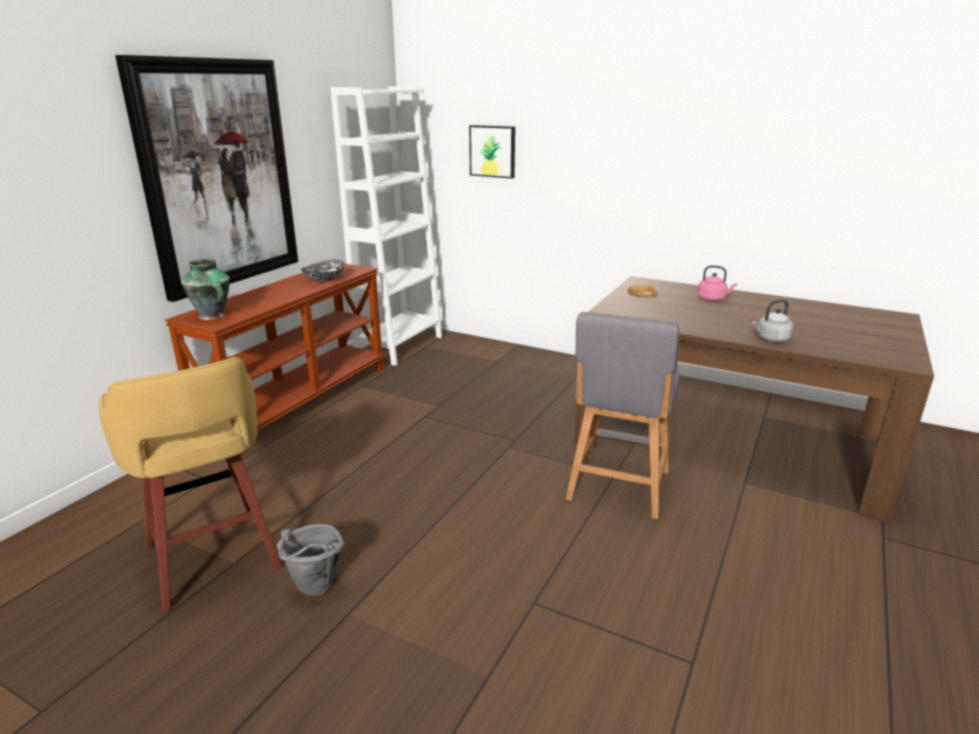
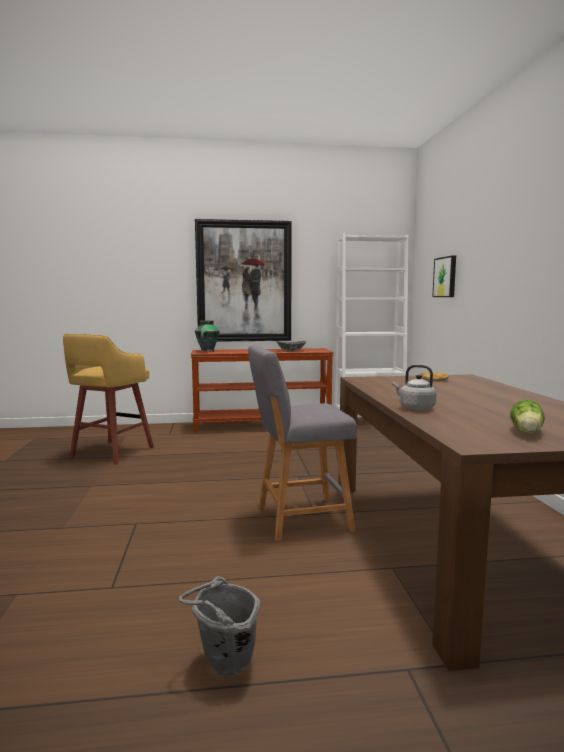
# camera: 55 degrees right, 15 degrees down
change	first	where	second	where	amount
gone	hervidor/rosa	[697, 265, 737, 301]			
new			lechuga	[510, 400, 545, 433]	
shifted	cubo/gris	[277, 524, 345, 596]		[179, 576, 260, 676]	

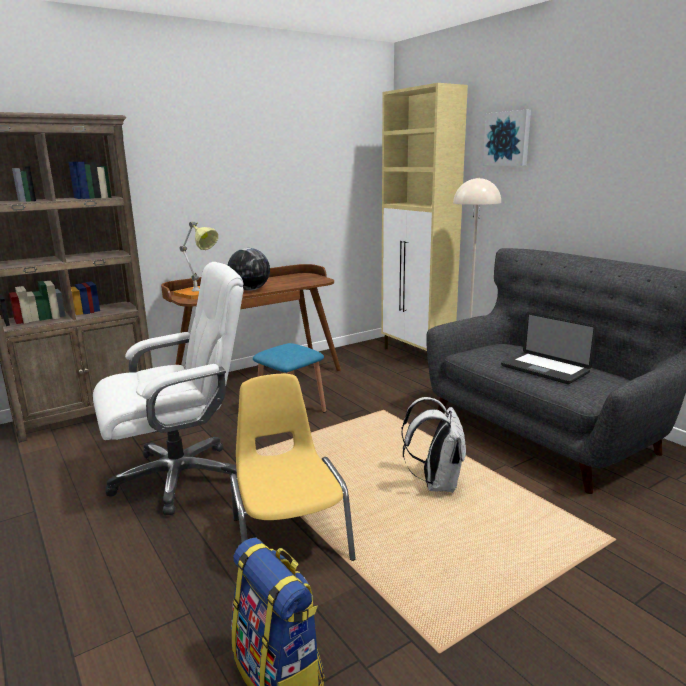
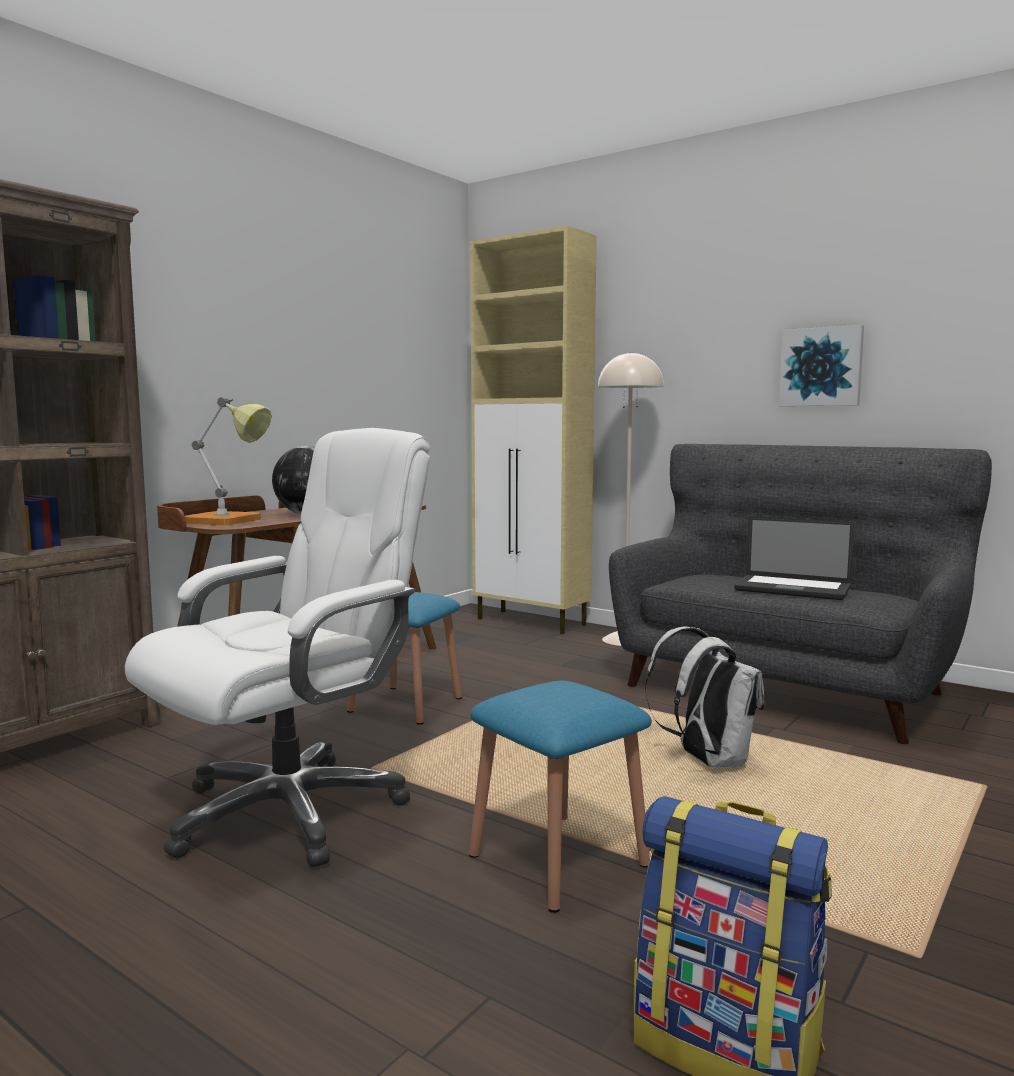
# camera: 20 degrees left, 10 degrees down
change	first	where	second	where	amount
shifted	cuadro	[483, 110, 531, 166]		[779, 325, 864, 406]	
swapped	silla/amarillo	[230, 374, 356, 561]	taburete/azul	[469, 681, 652, 913]	

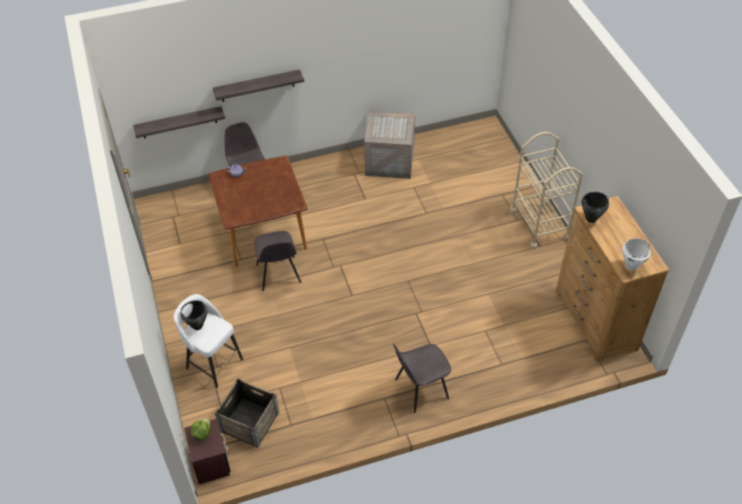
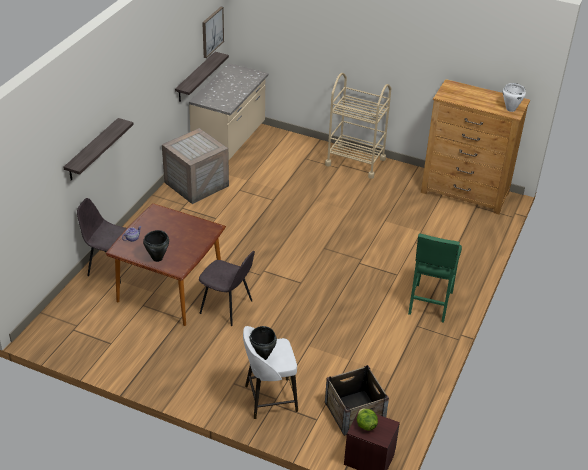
# camera: 50 degrees left, 10 degrees down
change	first	where	second	where	amount
new			mueble bajo de cocina/beis	[189, 63, 268, 160]	
new			cuadro	[202, 7, 224, 58]	
shifted	estante	[133, 106, 225, 138]		[175, 52, 229, 102]	
shifted	olla/negro	[582, 192, 609, 223]		[143, 230, 169, 262]	
swapped	silla/gris	[393, 344, 451, 413]	taburete/verde	[408, 233, 462, 323]	

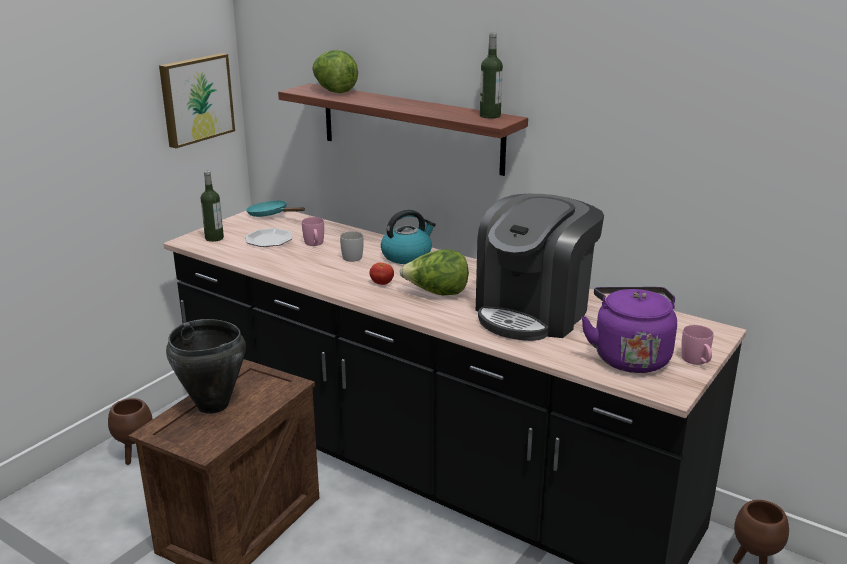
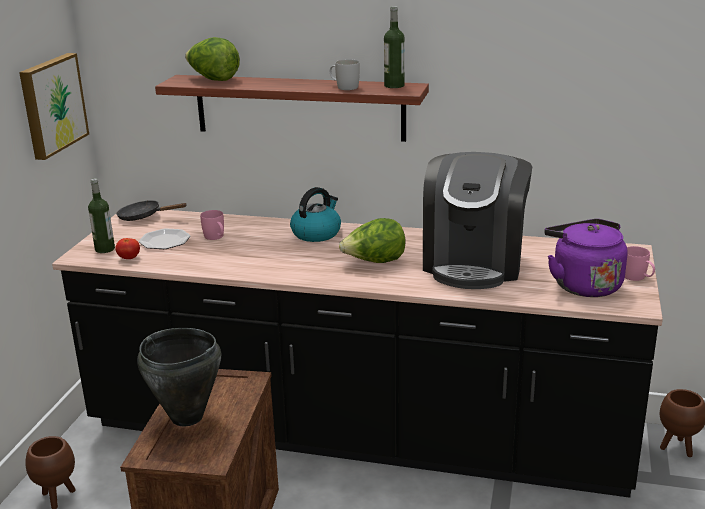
# camera: 20 degrees left, 0 degrees up
change	first	where	second	where	amount
shifted	taza grande/blanco	[340, 231, 363, 262]		[330, 59, 360, 90]	
shifted	tomate	[369, 263, 394, 285]		[115, 238, 140, 259]	
repainted	sartén/turquesa	[246, 200, 305, 217]	sartén/negro	[116, 200, 187, 221]	

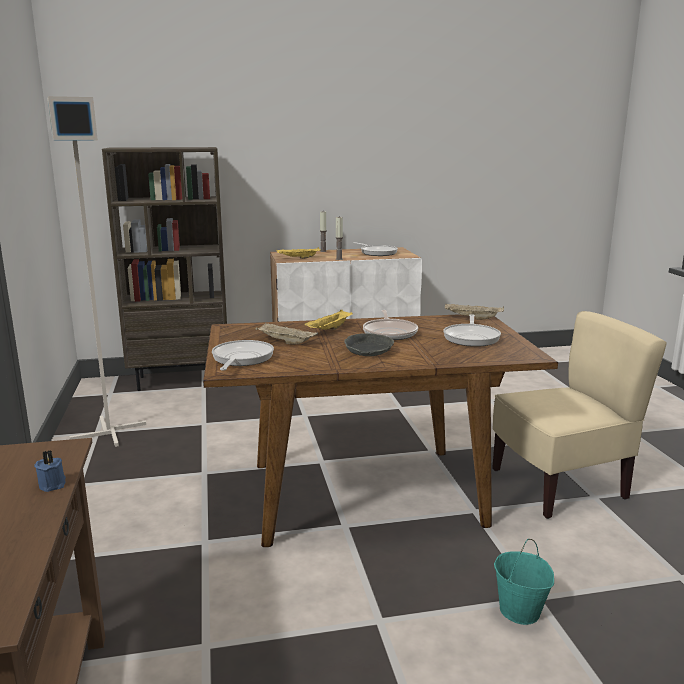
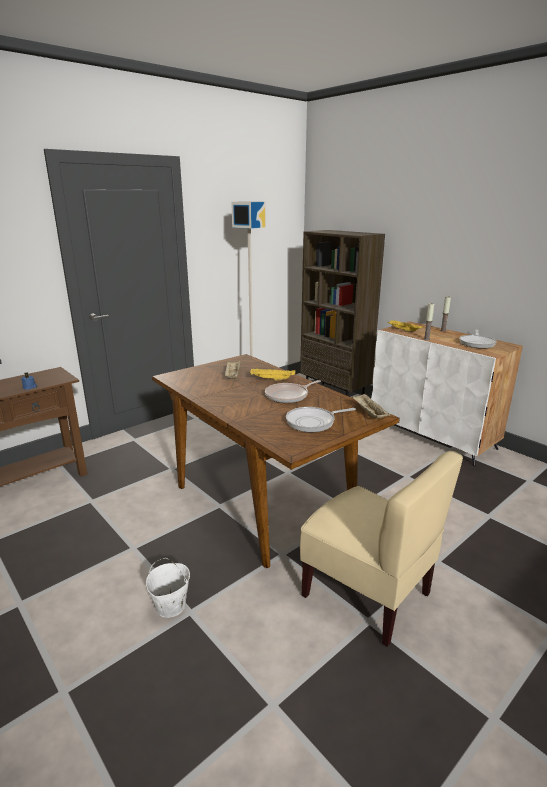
# camera: 60 degrees right, 5 degrees up
change	first	where	second	where	amount
gone	sartén	[212, 340, 274, 371]			
gone	cuenco/gris	[344, 333, 394, 356]			
repainted	cubo/turquesa	[494, 539, 554, 625]	cubo/blanco	[146, 558, 190, 618]	

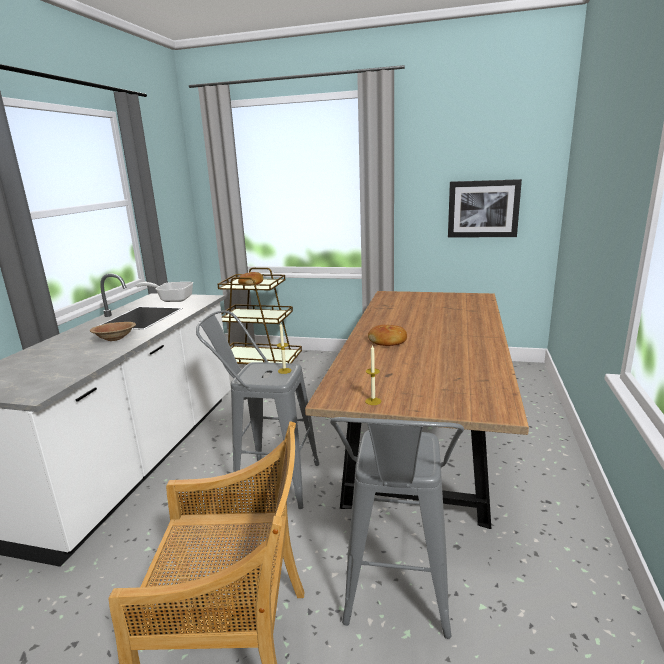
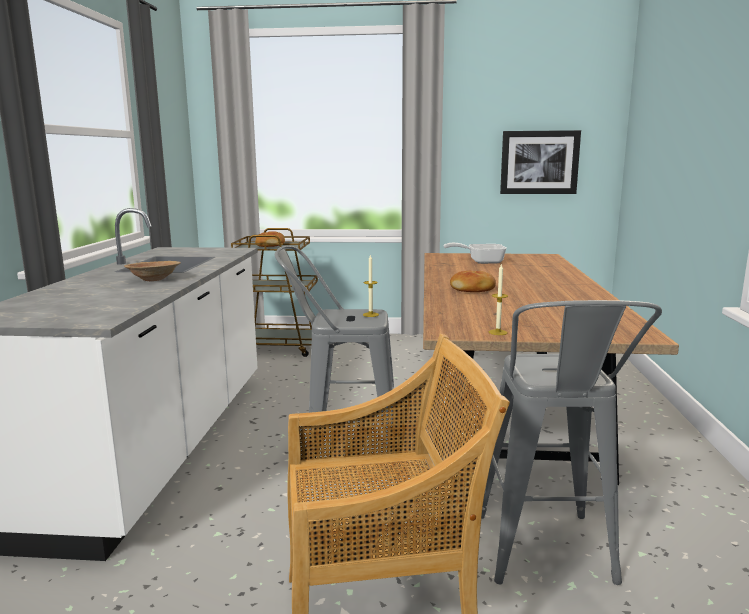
# camera: 10 degrees left, 5 degrees down
change	first	where	second	where	amount
shifted	sartén	[136, 282, 193, 302]		[444, 243, 507, 264]	

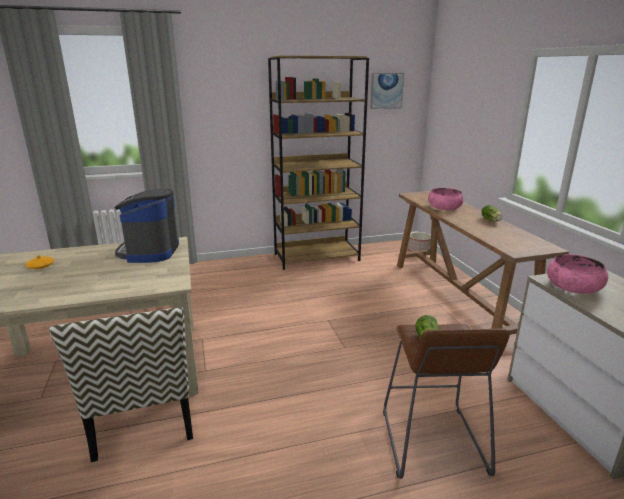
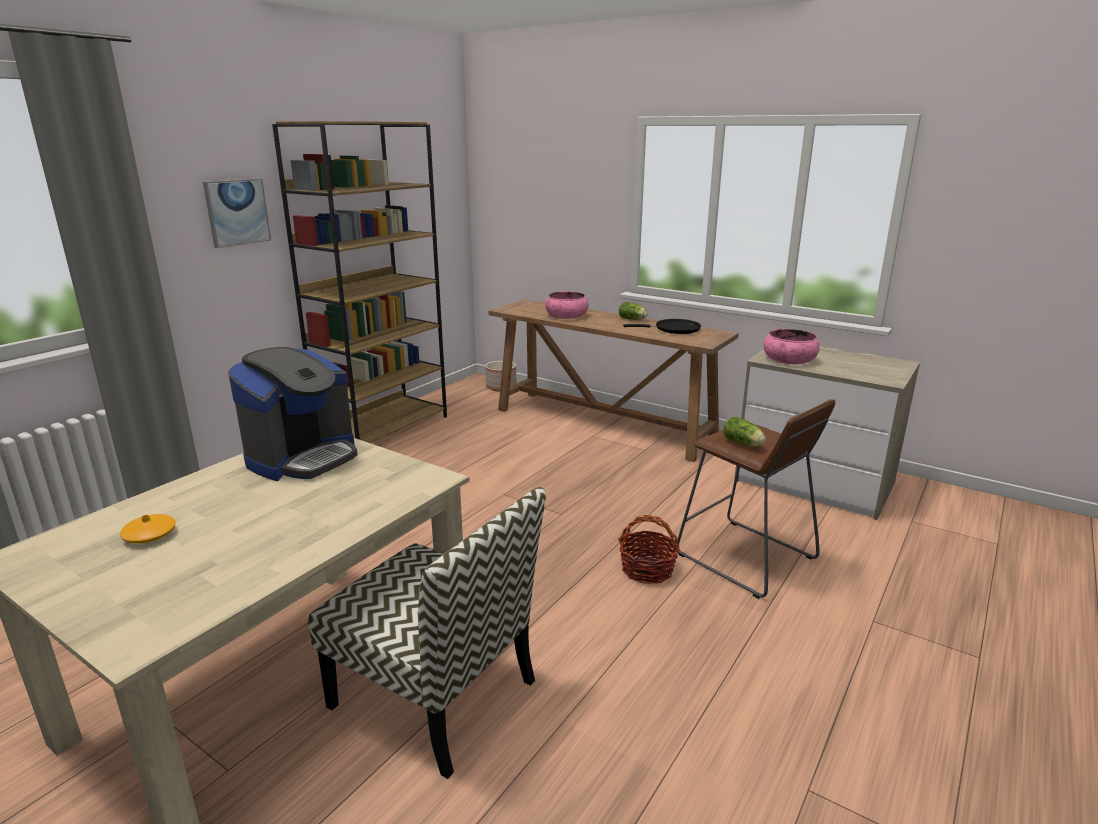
# camera: 40 degrees left, 0 degrees up
change	first	where	second	where	amount
new			cesta	[618, 515, 680, 584]	
new			sartén/negro	[623, 319, 701, 334]	
shifted	cuadro	[370, 73, 404, 109]		[203, 178, 271, 248]	
rotated	cafetera	[114, 189, 179, 263]		[228, 347, 358, 481]	105 degrees counterclockwise

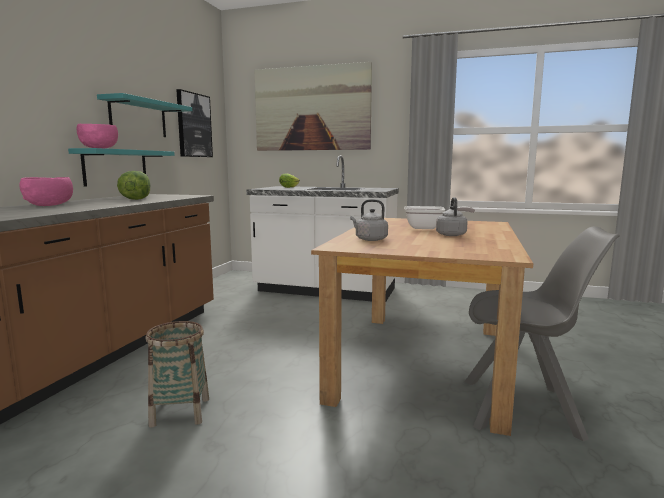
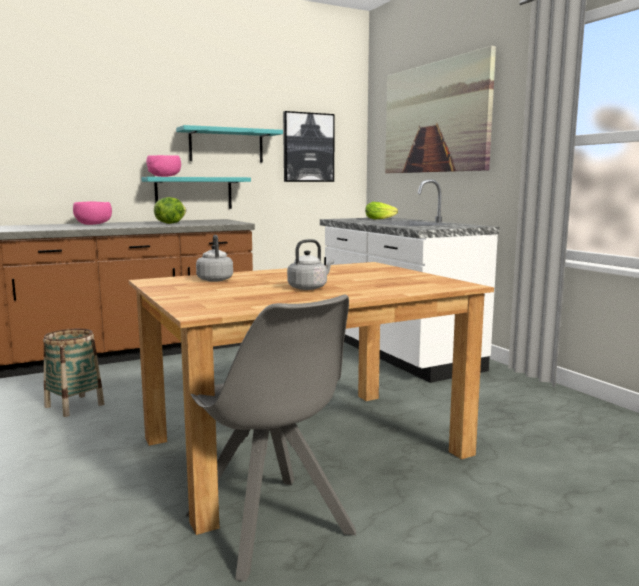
# camera: 45 degrees right, 0 degrees up
change	first	where	second	where	amount
gone	sartén	[404, 206, 475, 229]			

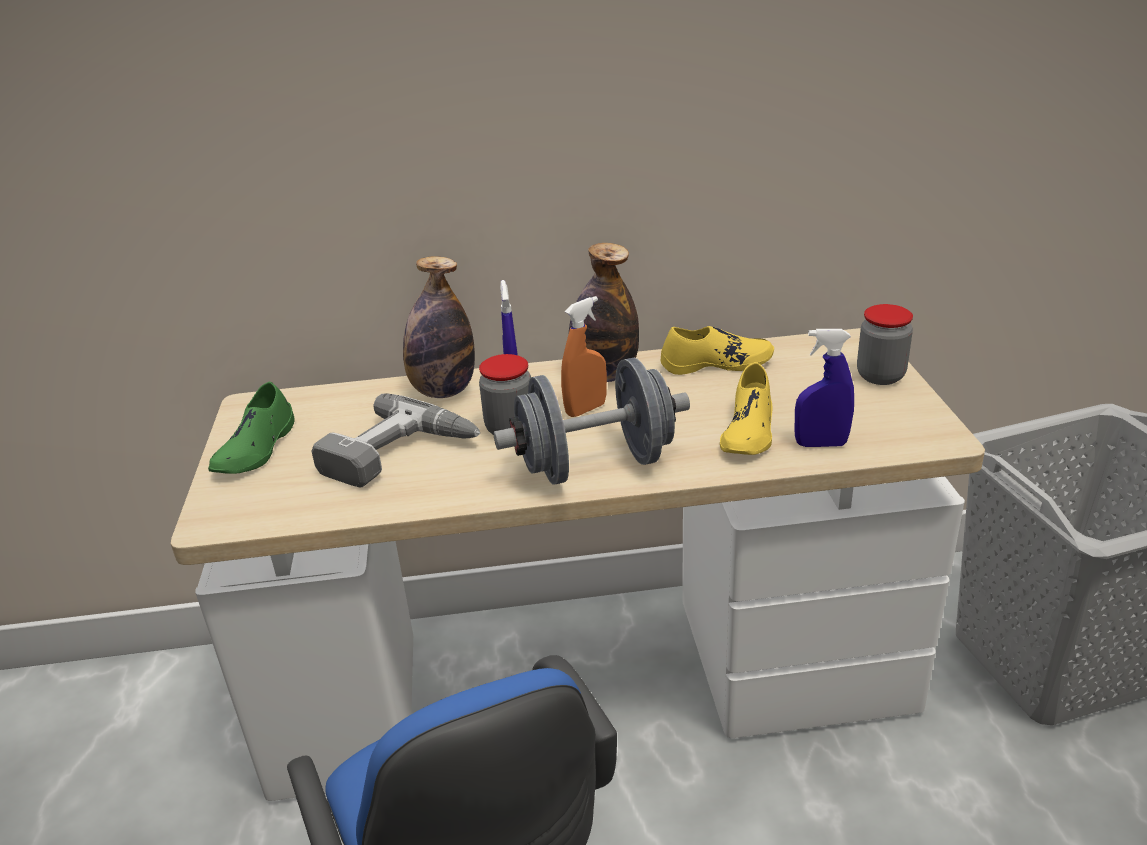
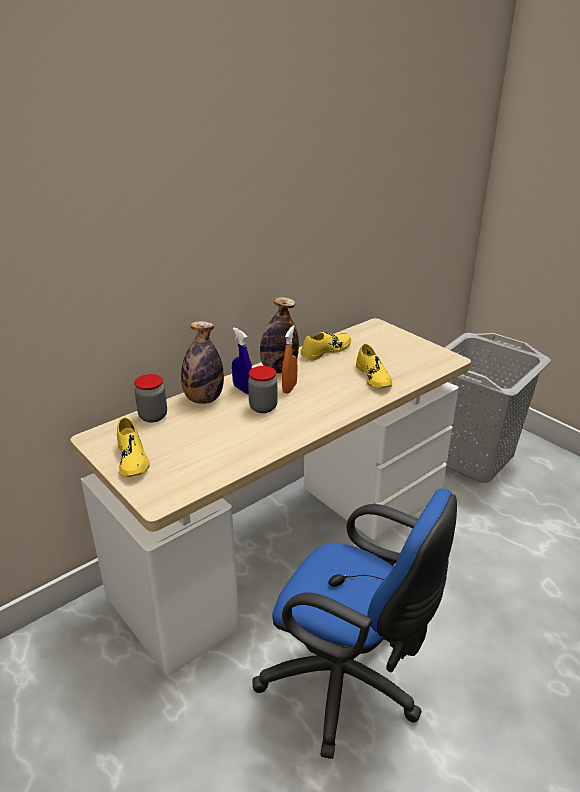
# camera: 35 degrees left, 0 degrees up
change	first	where	second	where	amount
gone	taladro	[311, 394, 480, 487]			
gone	mancuerna/gris	[494, 357, 690, 485]			
gone	pulverizador/azul	[795, 329, 854, 447]			
shifted	tarro	[857, 304, 913, 385]		[134, 374, 167, 422]	
repainted	zapato/verde	[208, 382, 294, 474]	zapato/amarillo	[117, 417, 150, 477]	

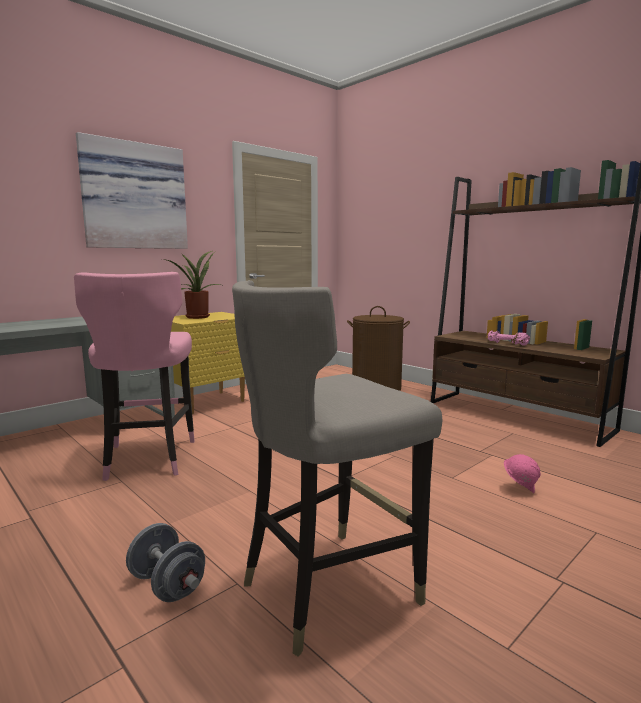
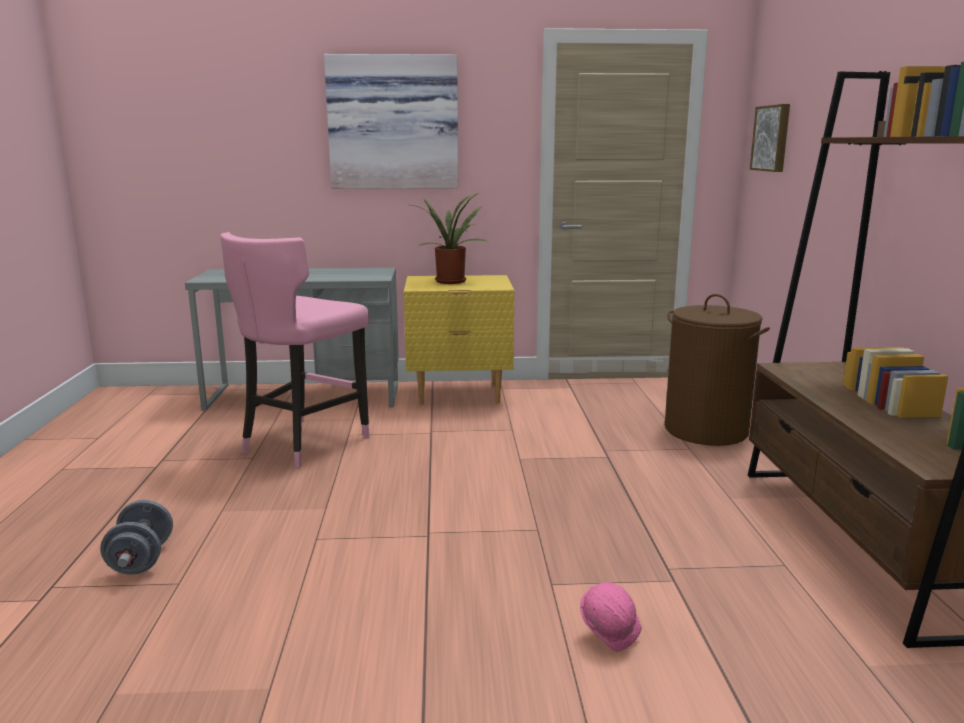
# camera: 40 degrees right, 5 degrees up
change	first	where	second	where	amount
gone	taburete/gris	[232, 280, 442, 657]			
gone	mancuerna/rosa	[488, 330, 530, 346]			
new			cuadro	[750, 104, 790, 172]	

